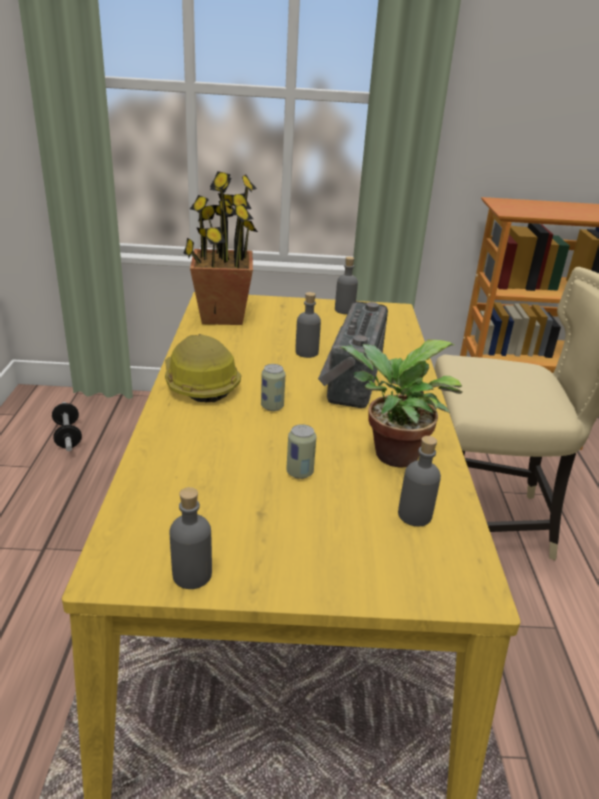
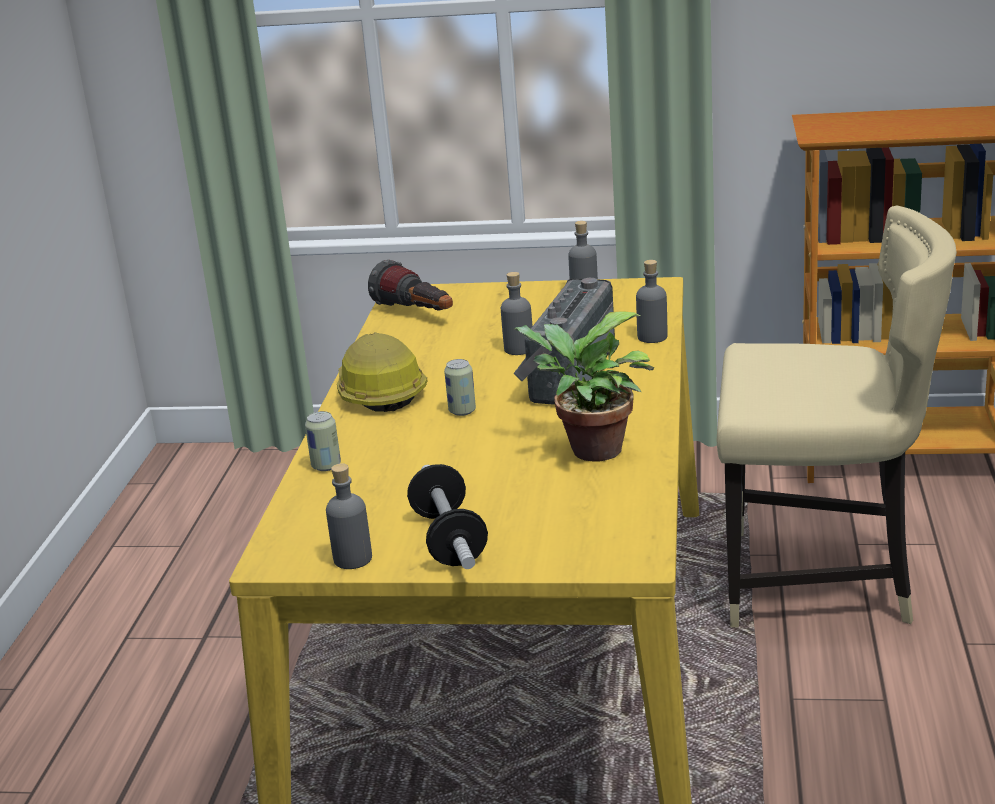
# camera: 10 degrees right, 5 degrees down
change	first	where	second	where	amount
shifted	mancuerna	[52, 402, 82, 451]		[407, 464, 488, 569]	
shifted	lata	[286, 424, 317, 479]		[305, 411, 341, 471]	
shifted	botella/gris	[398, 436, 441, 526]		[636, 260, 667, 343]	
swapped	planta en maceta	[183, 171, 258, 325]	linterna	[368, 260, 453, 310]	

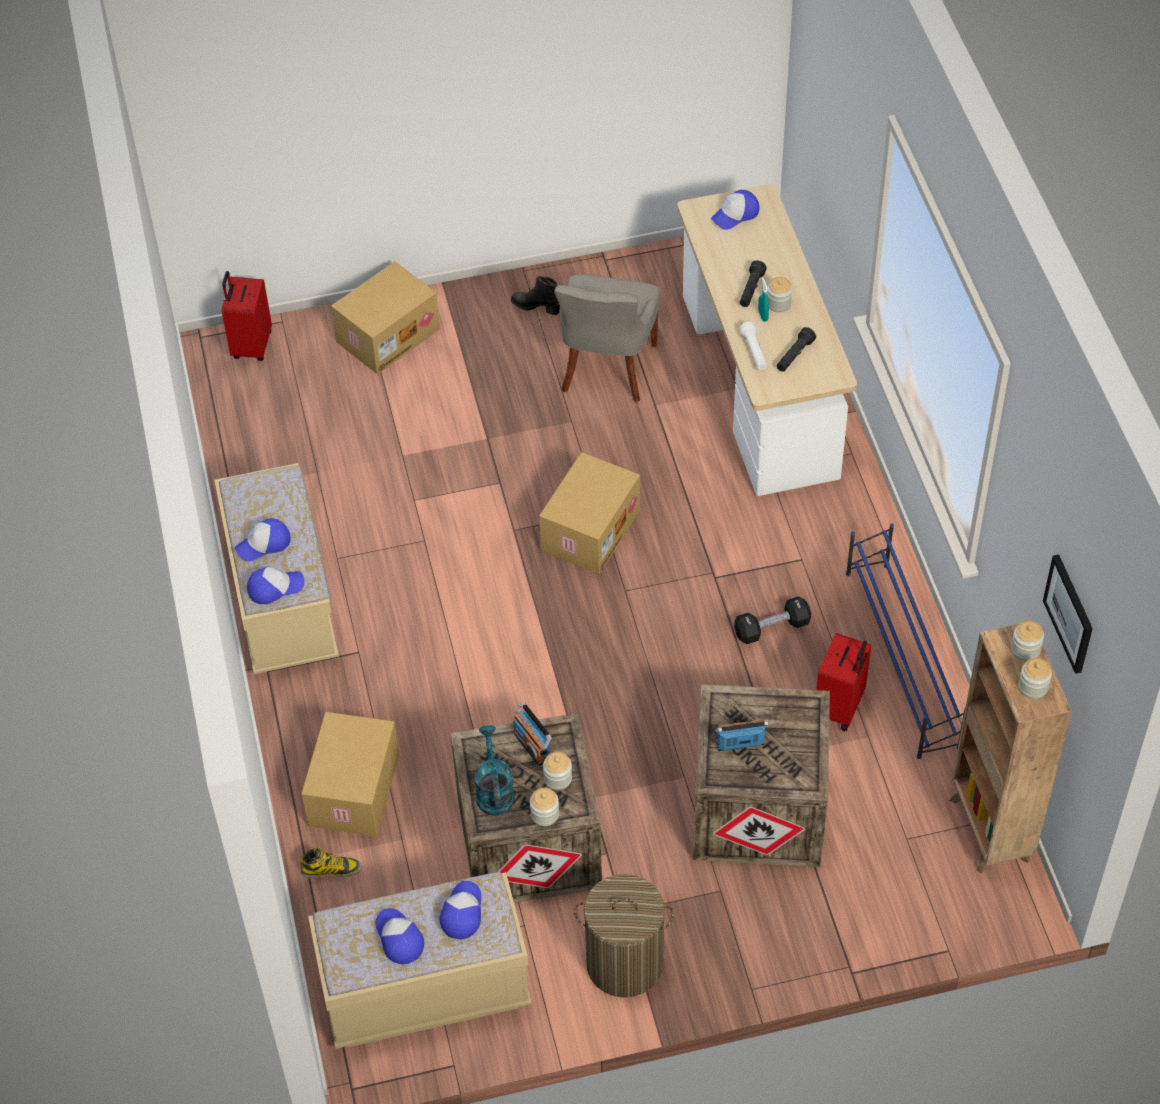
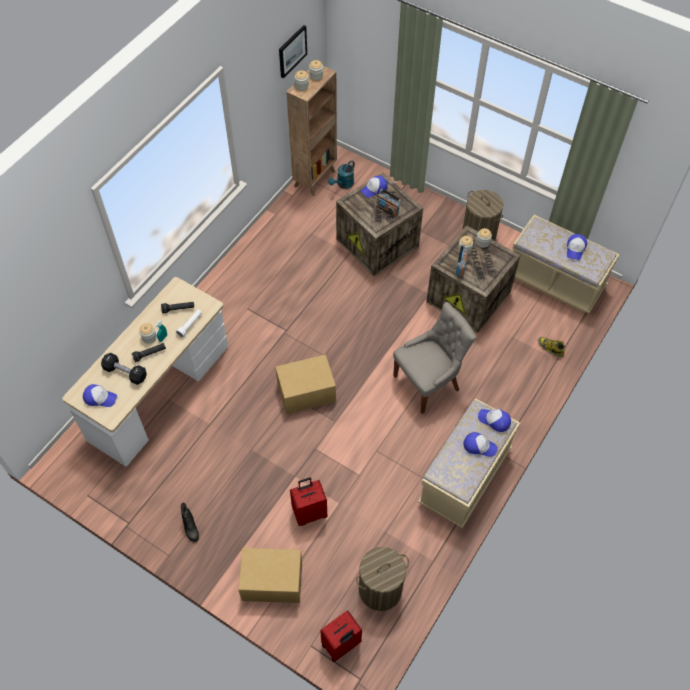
# camera: 135 degrees left, 5 degrees up
change	first	where	second	where	amount
gone	caja de cartón	[301, 712, 399, 837]			
gone	zapatero/azul	[846, 523, 966, 759]			
new			cesto de la ropa	[356, 547, 409, 611]	
shifted	gorra	[439, 881, 482, 939]		[361, 176, 388, 198]	
shifted	regadera/turquesa	[475, 725, 514, 816]		[328, 160, 355, 189]	
shifted	silla/gris	[554, 275, 660, 402]		[393, 302, 476, 414]	
shifted	mancuerna/negro	[734, 597, 811, 644]		[101, 353, 147, 385]	
shifted	maleta/rojo	[816, 633, 871, 731]		[290, 478, 328, 526]	

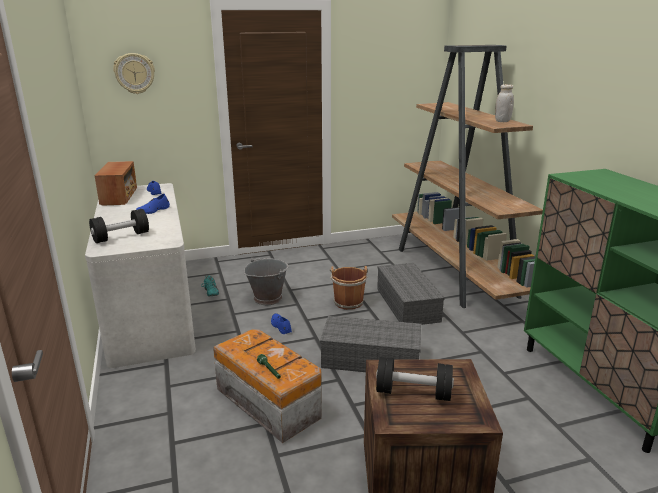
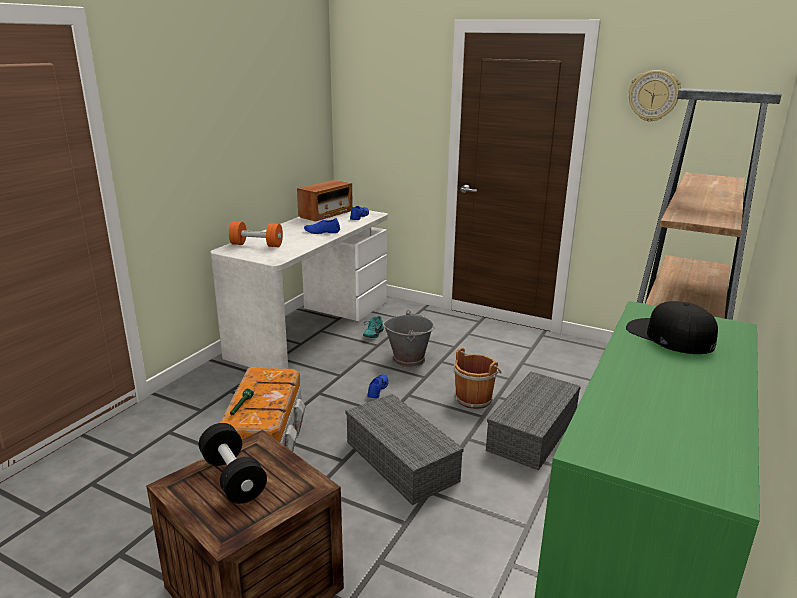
# camera: 45 degrees right, 0 degrees up
change	first	where	second	where	amount
gone	tarro/blanco	[495, 84, 514, 122]			
new			gorra/negro	[626, 301, 718, 354]	
shifted	reloj de pared	[113, 53, 155, 94]		[628, 70, 681, 122]	
repainted	mancuerna/negro	[89, 209, 149, 243]	mancuerna/naranja	[229, 221, 283, 247]	

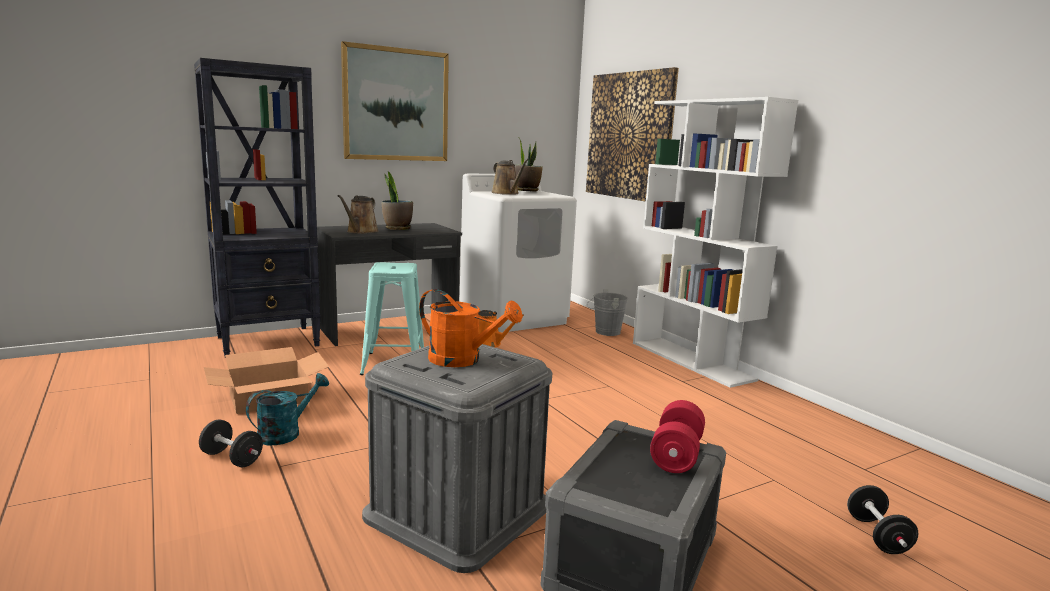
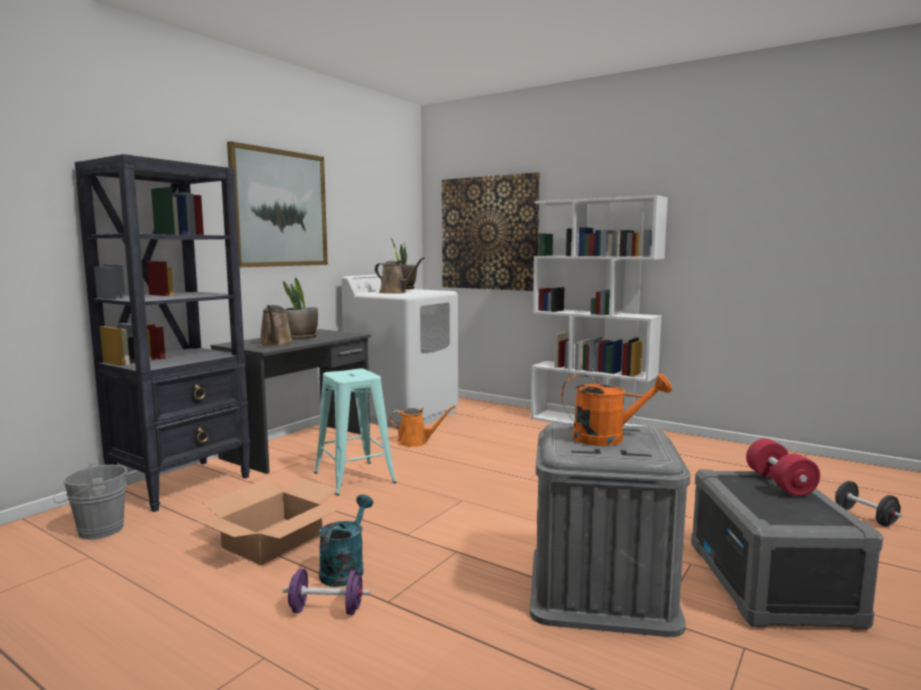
# camera: 25 degrees left, 5 degrees down
change	first	where	second	where	amount
shifted	cubo/gris	[587, 289, 628, 336]		[53, 460, 127, 540]	
repainted	mancuerna/negro	[199, 419, 263, 467]	mancuerna/morado	[283, 569, 370, 615]	

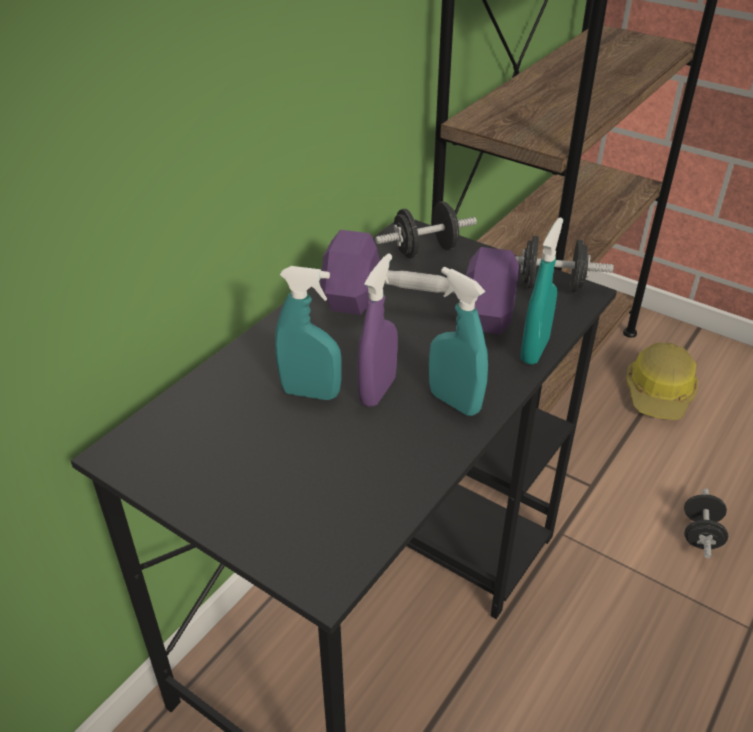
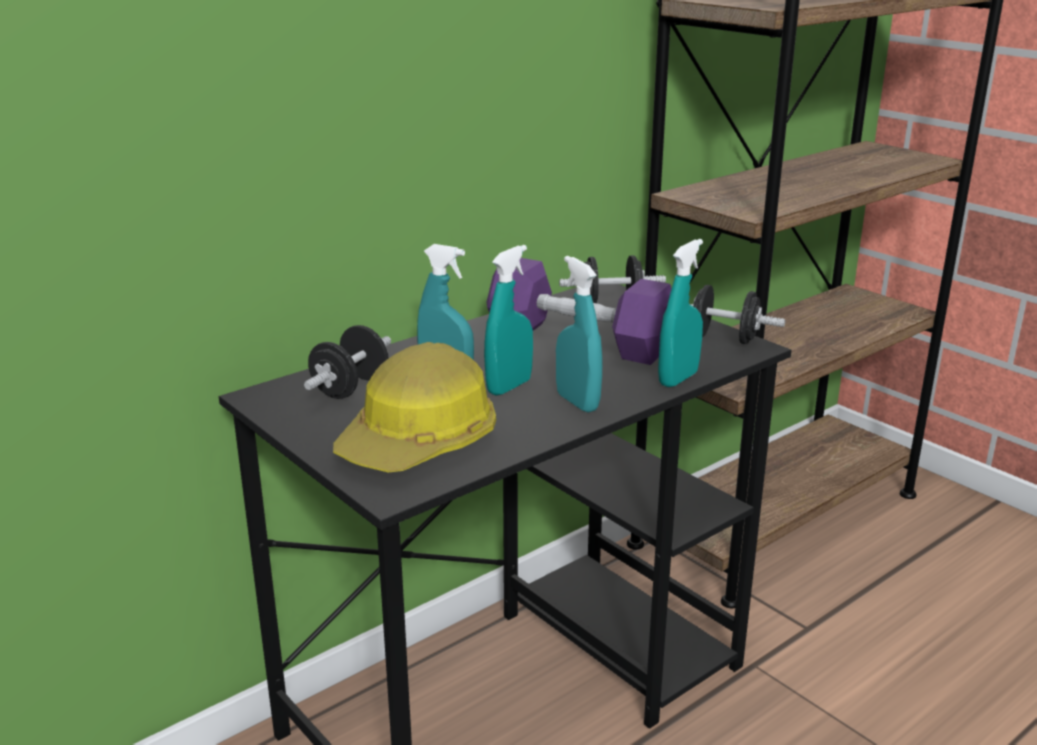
# camera: 15 degrees right, 15 degrees down
change	first	where	second	where	amount
shifted	casco	[626, 342, 698, 420]		[333, 342, 496, 472]	
shifted	mancuerna/negro	[684, 488, 728, 558]		[304, 325, 391, 399]	
repainted	pulverizador/morado	[357, 253, 398, 407]	pulverizador/turquesa	[484, 245, 533, 395]	

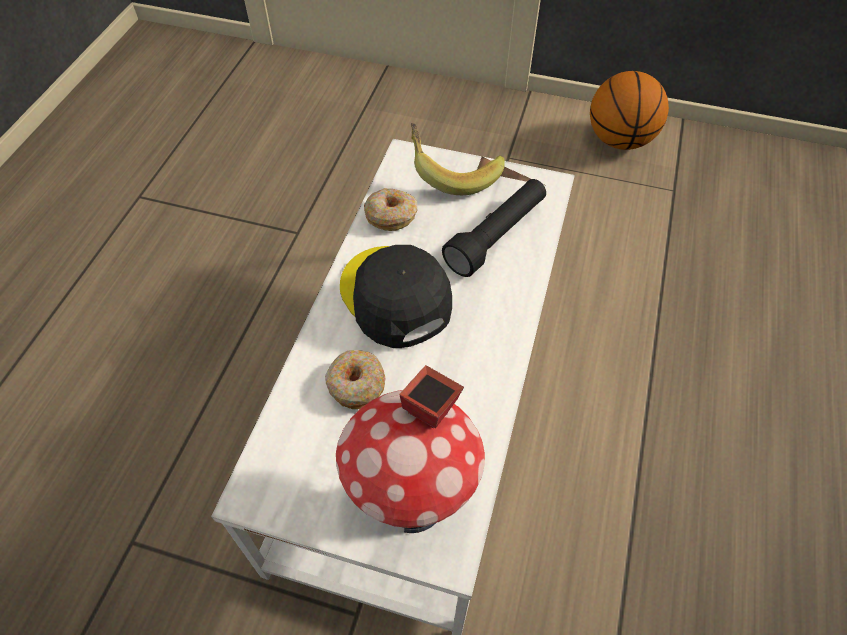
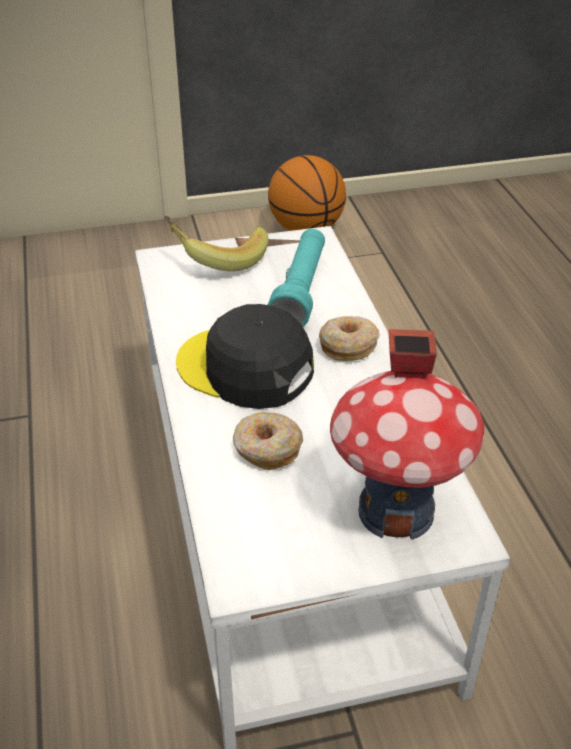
# camera: 30 degrees left, 15 degrees down
change	first	where	second	where	amount
shifted	rosquilla	[364, 188, 418, 231]		[319, 316, 380, 361]	
repainted	linterna/negro	[442, 179, 546, 277]	linterna/turquesa	[268, 229, 325, 326]	

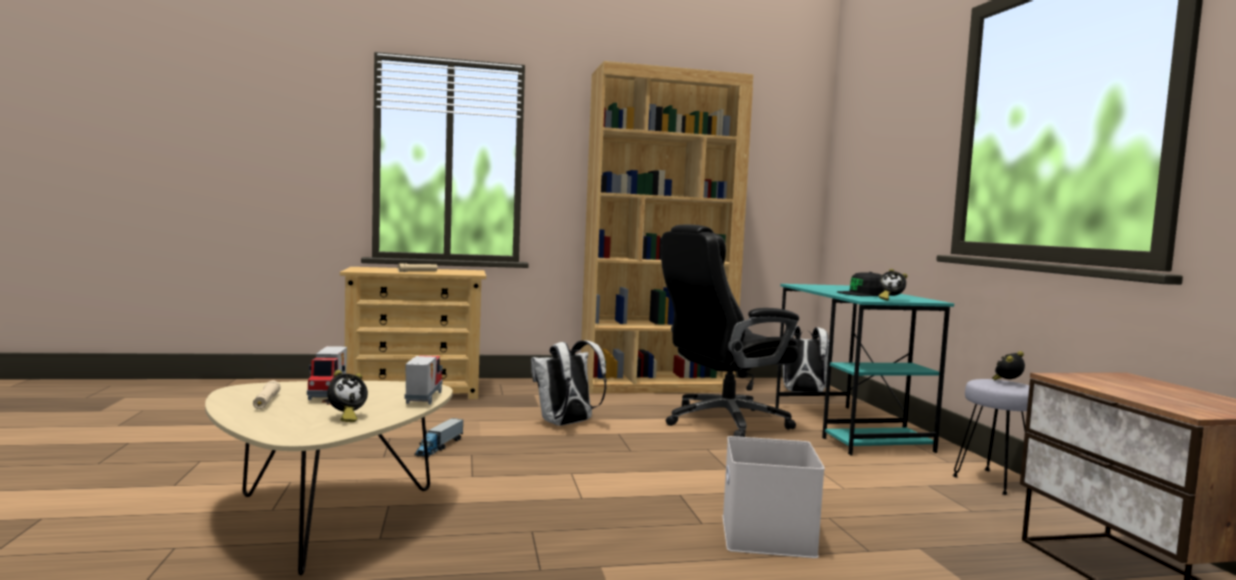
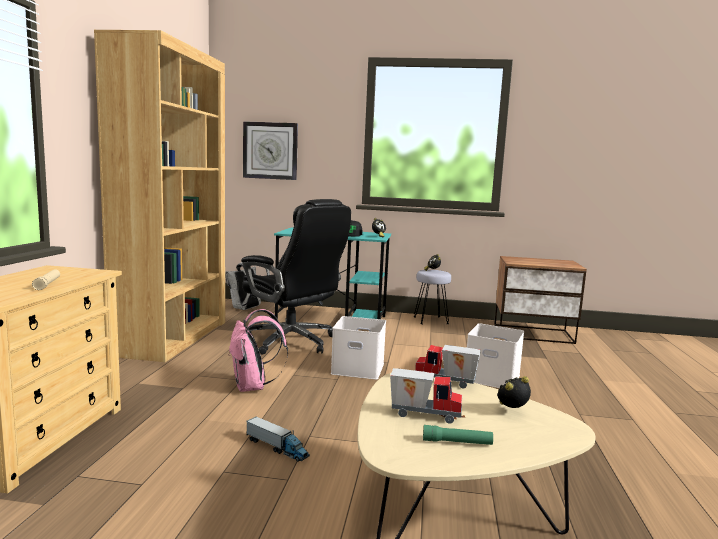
# camera: 70 degrees left, 5 degrees up
change	first	where	second	where	amount
new			reloj de pared	[243, 121, 298, 180]	
new			caja de almacenaje/blanco	[331, 316, 386, 380]	
repainted	linterna/beis	[253, 381, 281, 409]	linterna/verde	[423, 425, 493, 445]	
repainted	mochila/blanco	[531, 340, 607, 426]	mochila/rosa	[229, 309, 288, 392]	
rotated	despertador	[327, 370, 368, 422]		[497, 376, 531, 408]	90 degrees counterclockwise
rotated	silla de oficina/negro	[661, 225, 799, 437]		[241, 199, 351, 354]	45 degrees counterclockwise

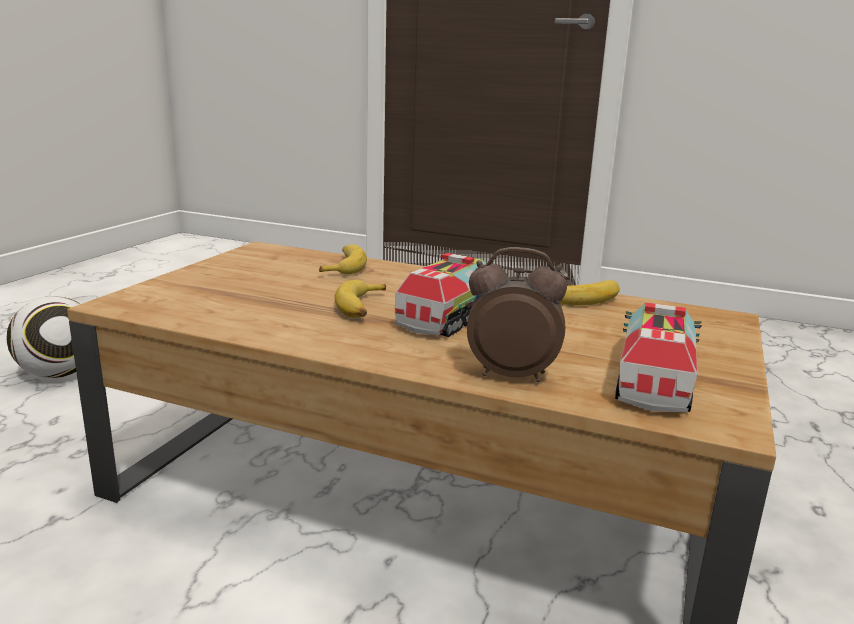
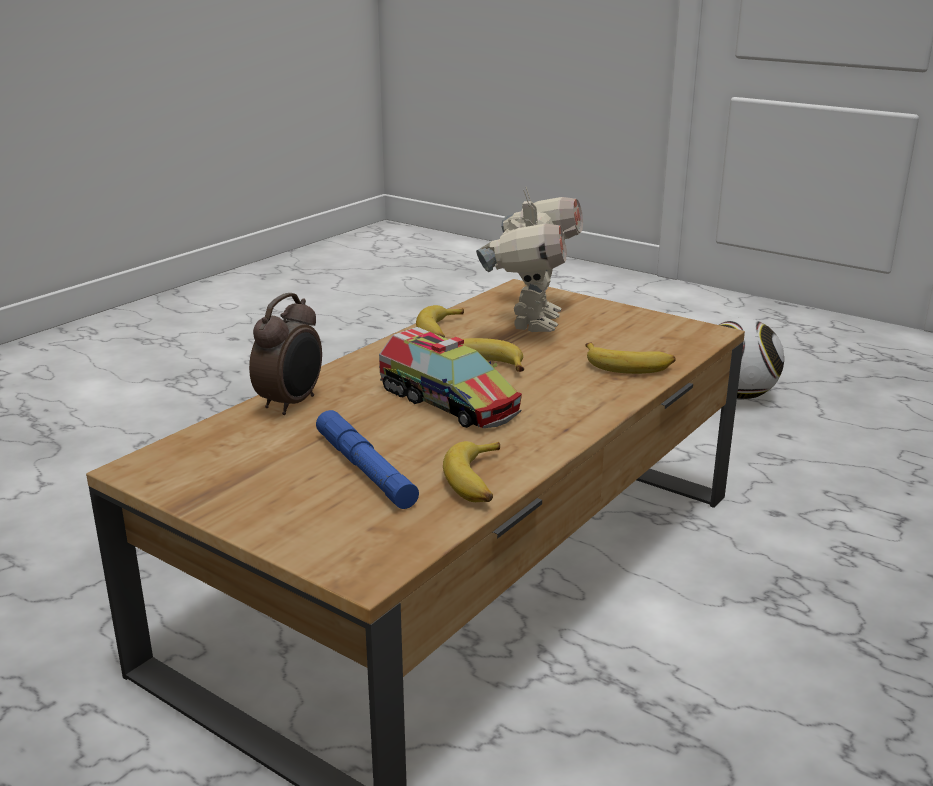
# camera: 105 degrees right, 5 degrees up
change	first	where	second	where	amount
gone	camión de juguete	[615, 303, 702, 412]			
new			linterna/azul	[316, 410, 419, 509]	
new			plátano	[416, 305, 464, 338]	
new			robot de juguete	[476, 187, 583, 332]	

